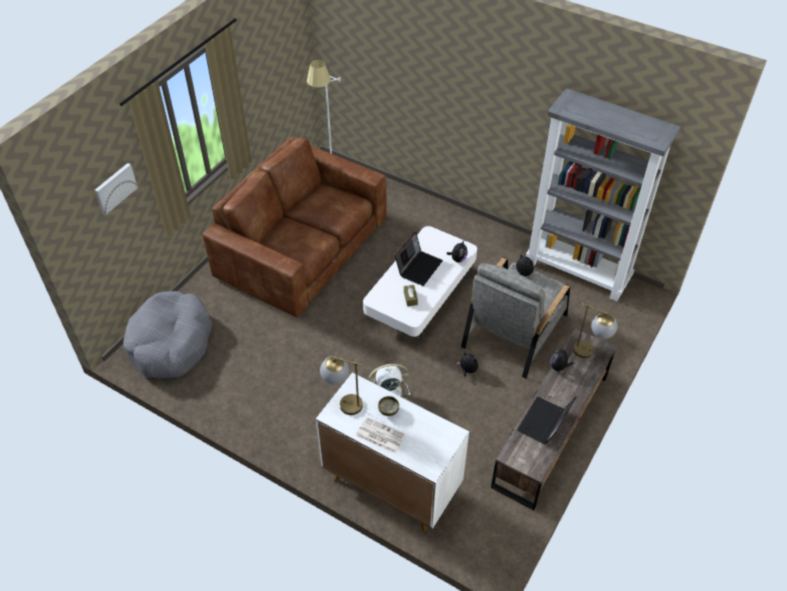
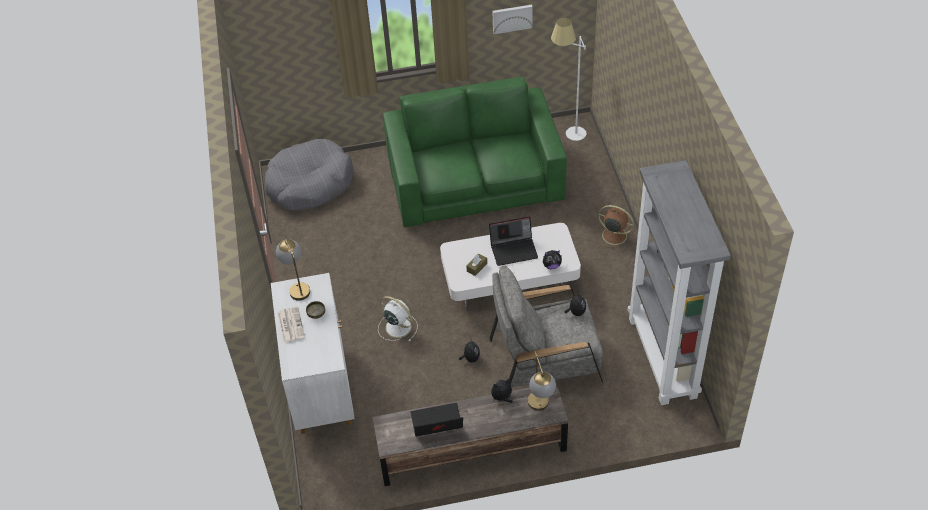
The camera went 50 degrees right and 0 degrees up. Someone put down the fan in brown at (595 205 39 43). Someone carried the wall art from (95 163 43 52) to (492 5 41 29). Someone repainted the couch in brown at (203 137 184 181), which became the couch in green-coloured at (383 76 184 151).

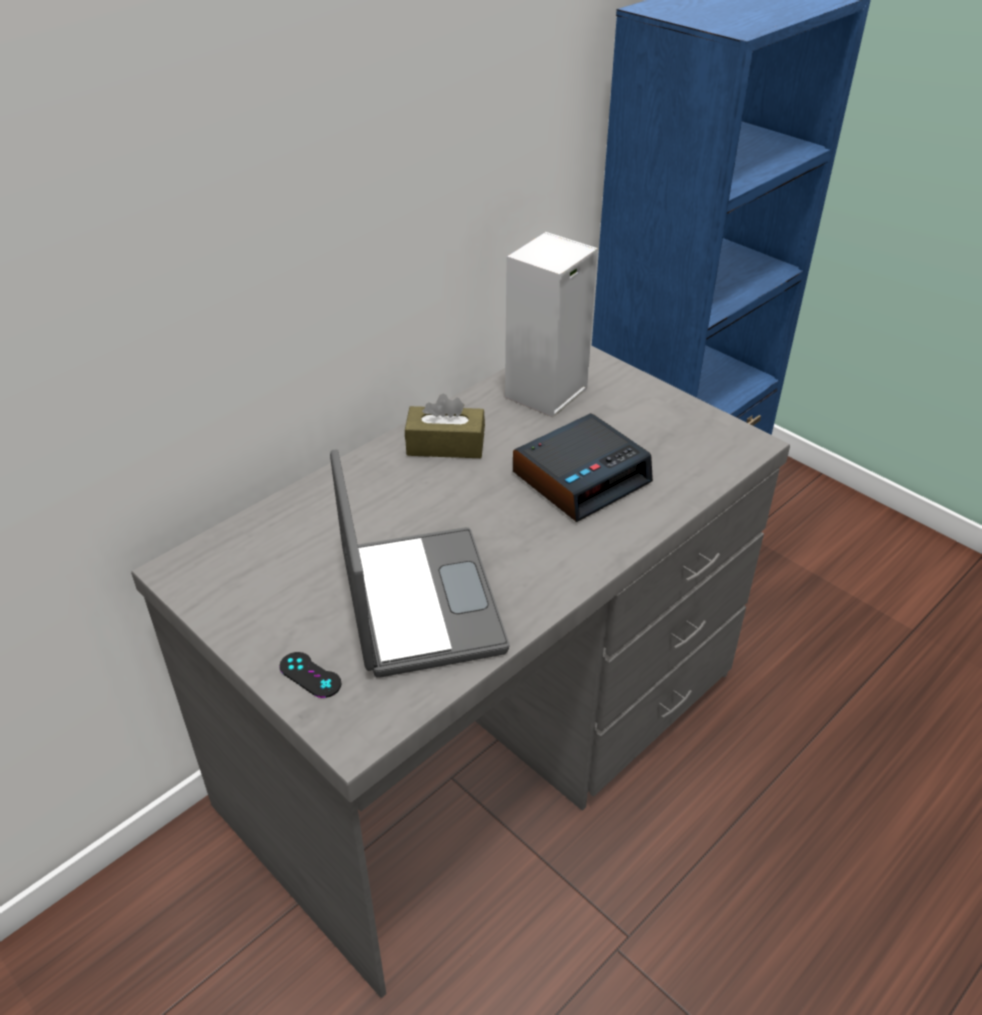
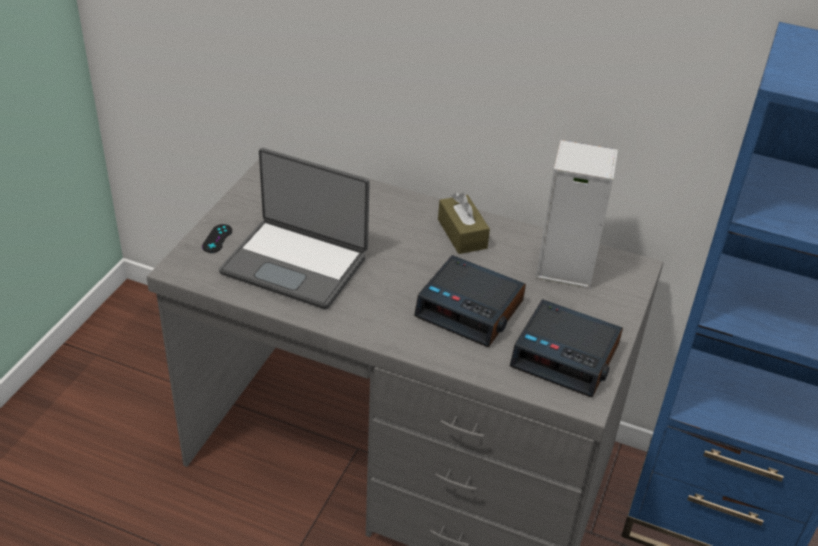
The camera went 65 degrees right and 0 degrees up. Someone put down the table clock at (510 299 113 98). Someone rotated the notebook computer at (330 449 180 229) by 60 degrees clockwise.

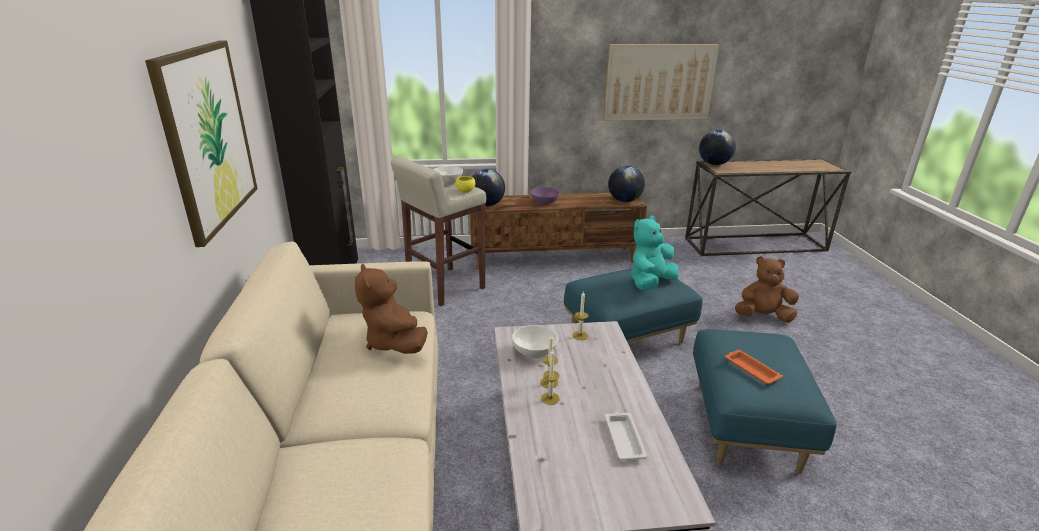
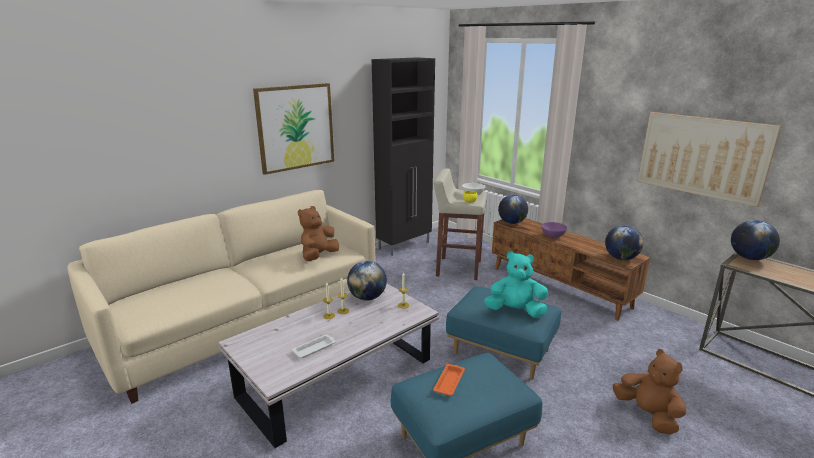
The camera went 55 degrees right and 5 degrees down. Someone swapped the bowl in white-coloured at (512 325 46 33) for the world globe at (347 261 40 39).

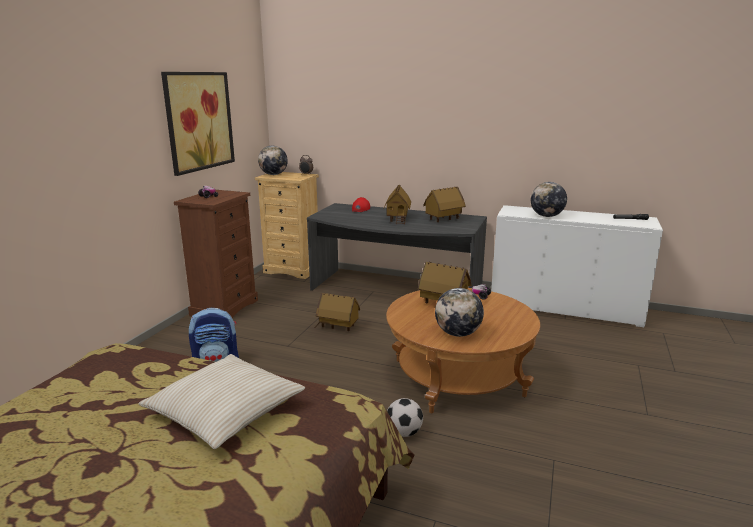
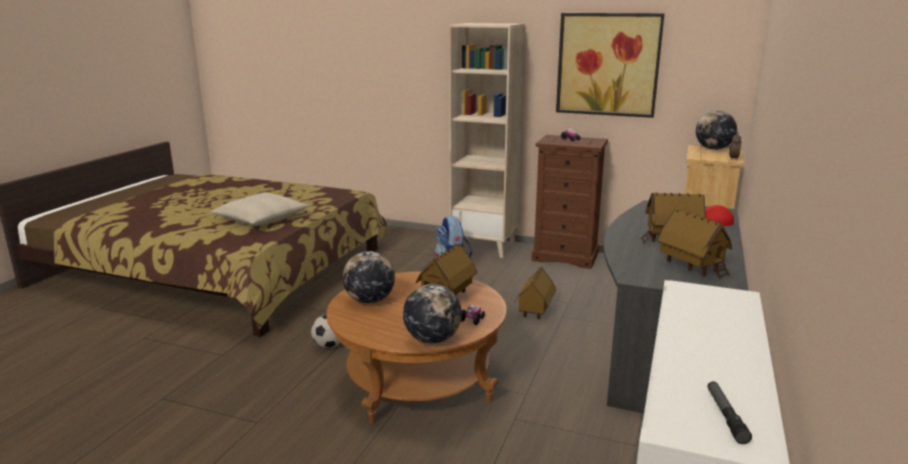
The camera went 90 degrees right and 0 degrees up. Someone put down the bookshelf in beige at (449 23 76 235). Someone carried the world globe from (531 182 36 35) to (403 284 59 60).

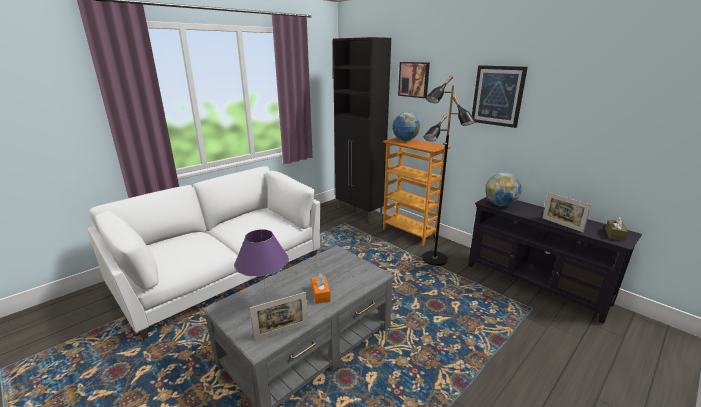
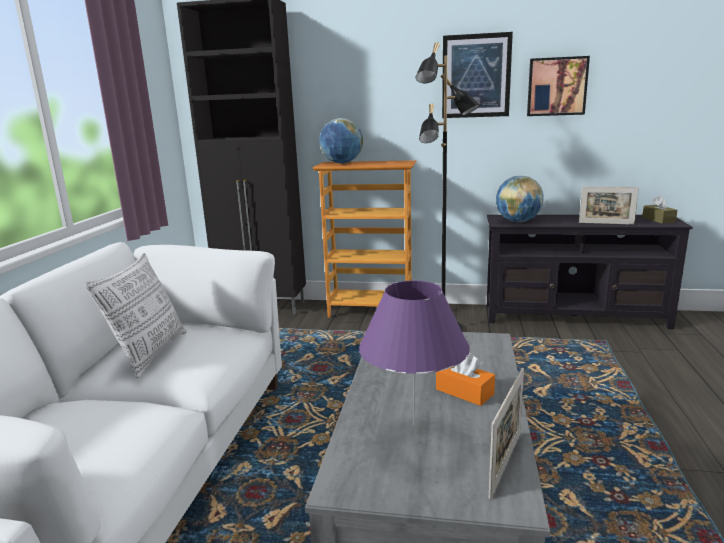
The camera went 35 degrees left and 5 degrees down. Someone put down the cushion at (85 253 101 126). Someone carried the wall art from (398 62 32 36) to (527 56 63 60).

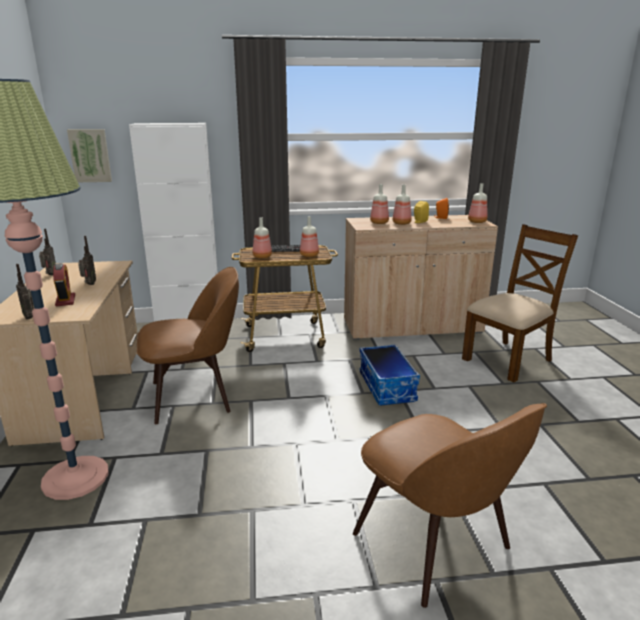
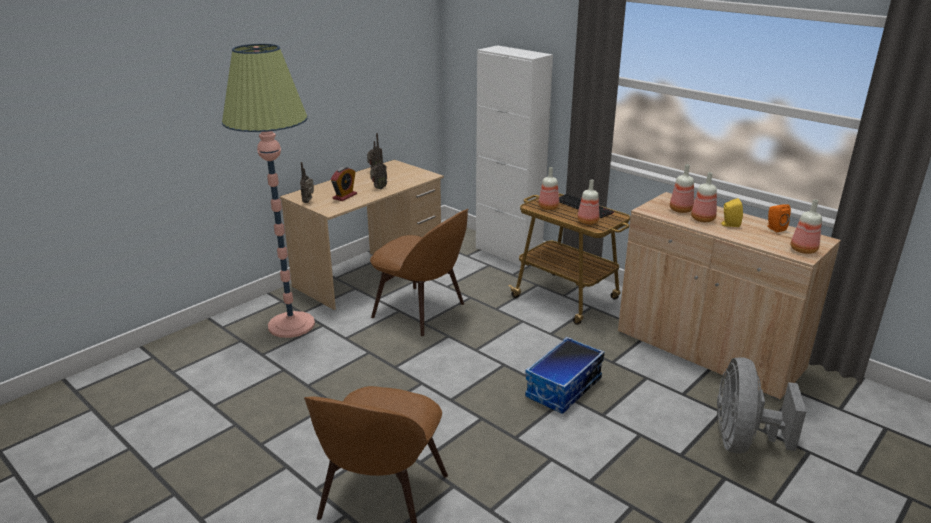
The camera went 50 degrees right and 5 degrees up. Someone took away the wall art at (67 129 45 53). Someone swapped the chair in brown at (462 224 116 158) for the fan in gray at (717 357 89 97).

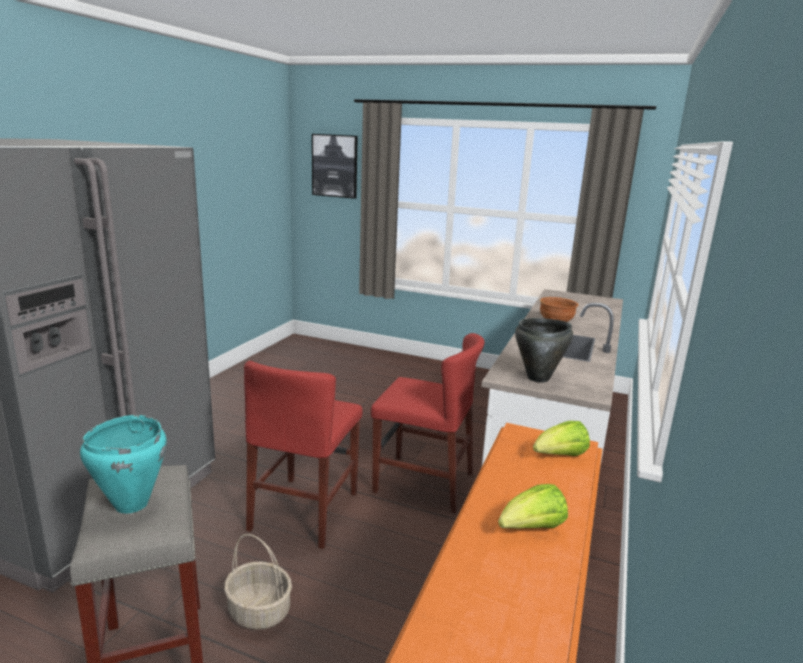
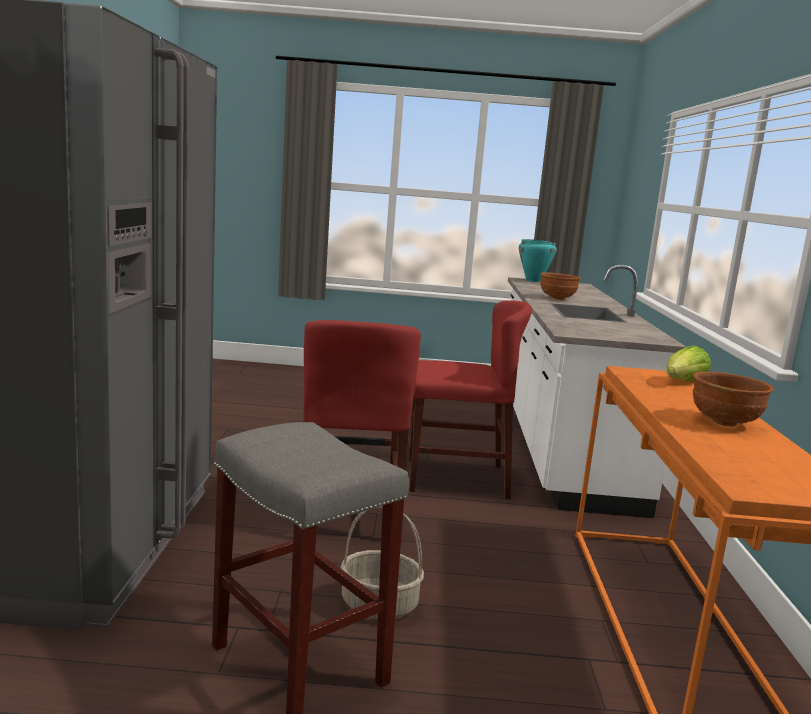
The camera went 20 degrees left and 5 degrees down. Someone took away the wall art at (312 134 46 65). Someone took away the cooking pot in black-coloured at (515 318 58 65). Someone carried the cooking pot in turquoise from (80 415 87 98) to (519 239 38 43). Someone swapped the lettuce at (498 484 70 45) for the bowl in brown at (693 371 81 56).

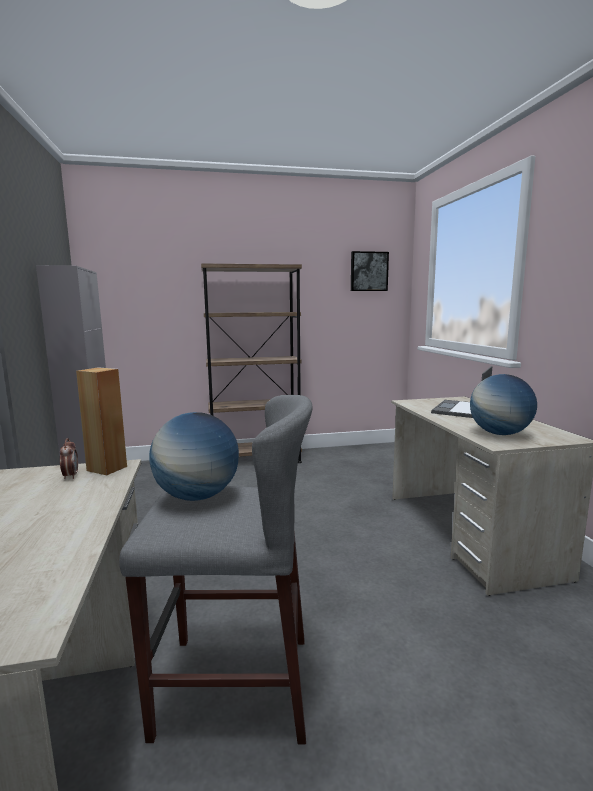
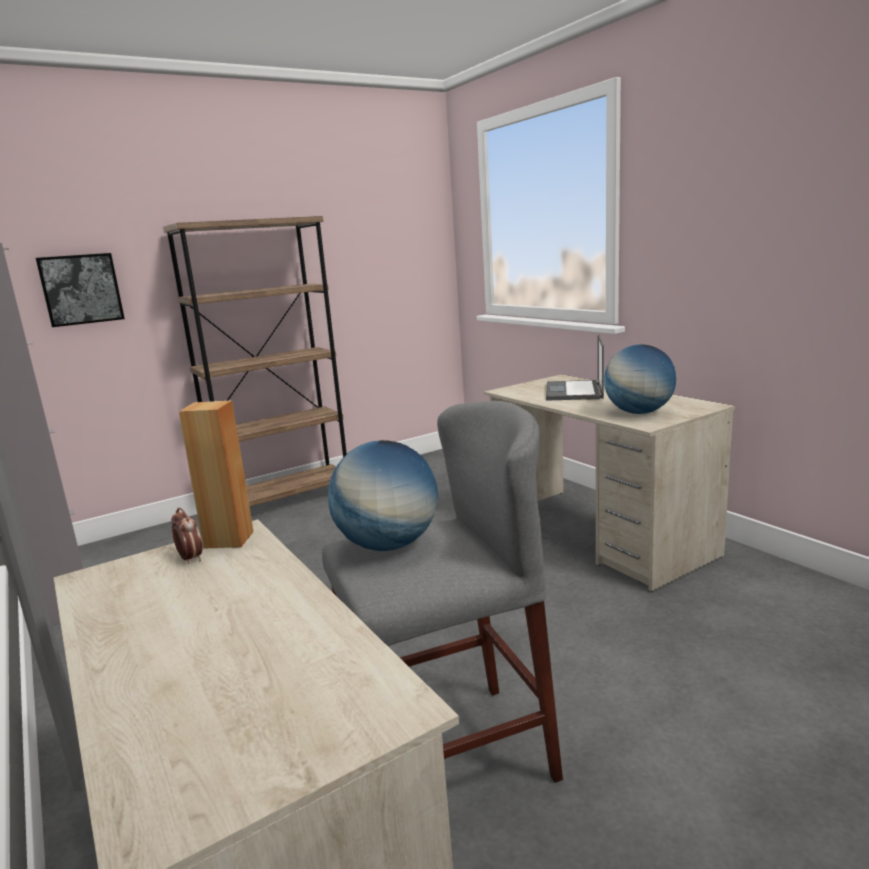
The camera went 20 degrees left and 5 degrees up. Someone carried the wall art from (351 251 38 40) to (35 253 90 74).

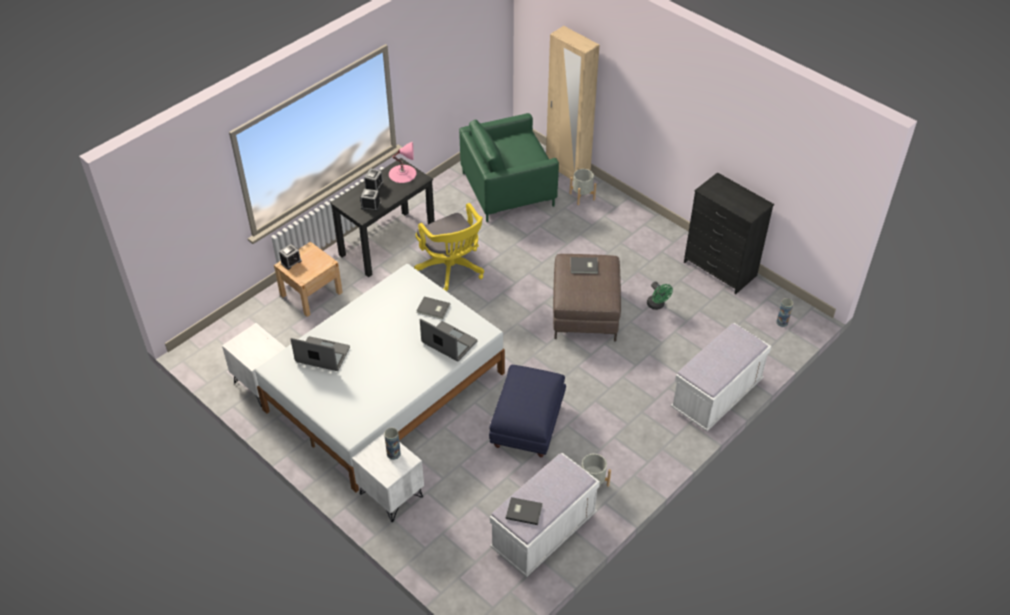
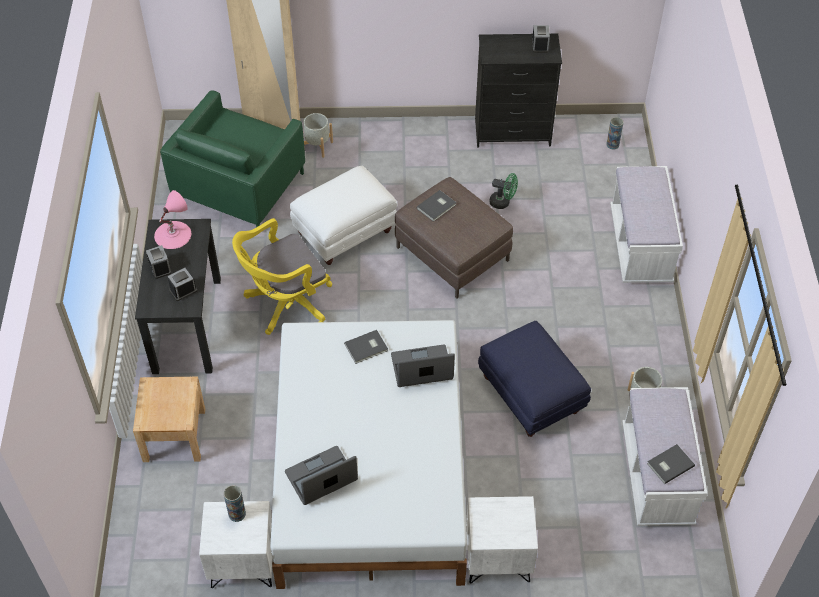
The camera went 45 degrees left and 5 degrees up. Someone put down the pouffe in white-coloured at (290 166 107 99). Someone carried the table clock from (279 244 23 26) to (532 25 18 28). Someone carried the decorative vase from (384 428 17 32) to (224 485 22 37). Someone rotated the computer chair in yellowish at (414 203 70 88) by 135 degrees clockwise.

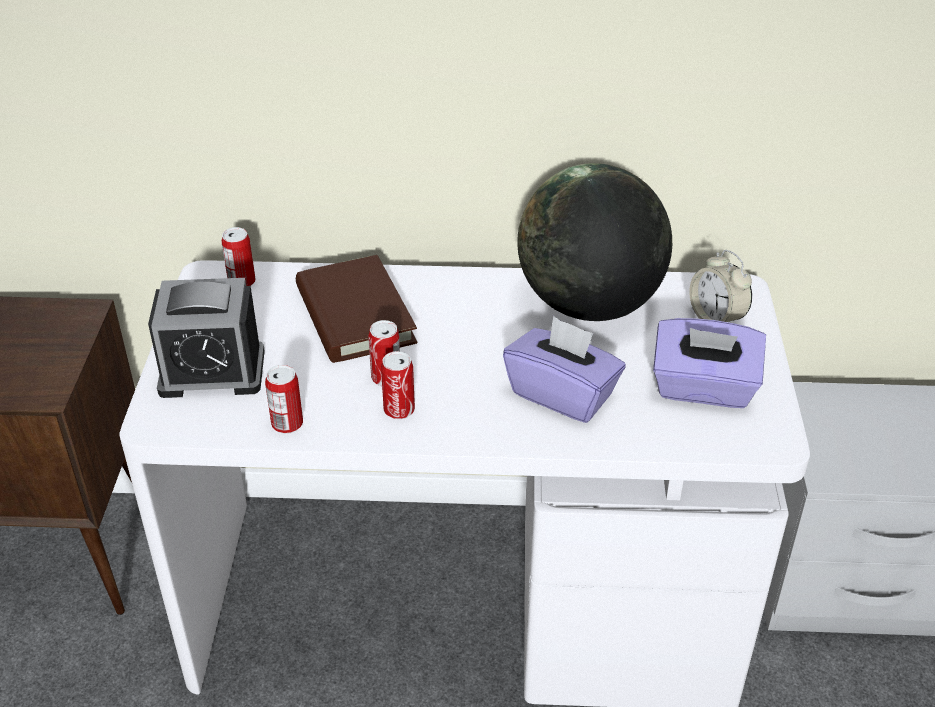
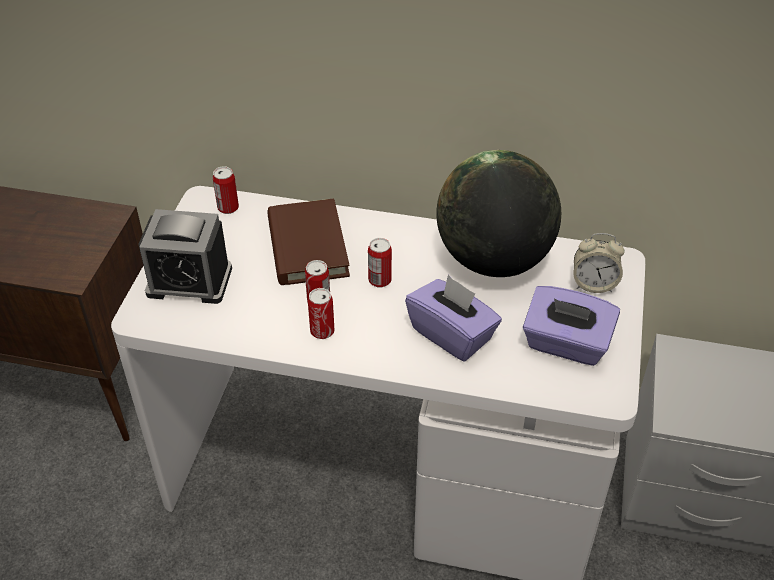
The camera went 10 degrees right and 5 degrees up. Someone carried the can from (265 365 38 69) to (368 238 24 50). Someone rotated the table clock at (689 250 63 72) by 60 degrees counterclockwise.

